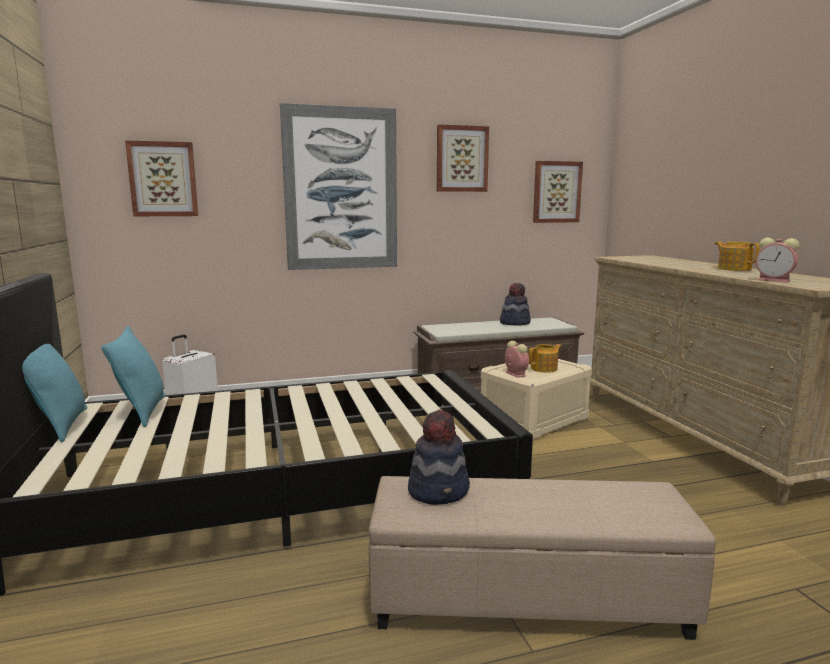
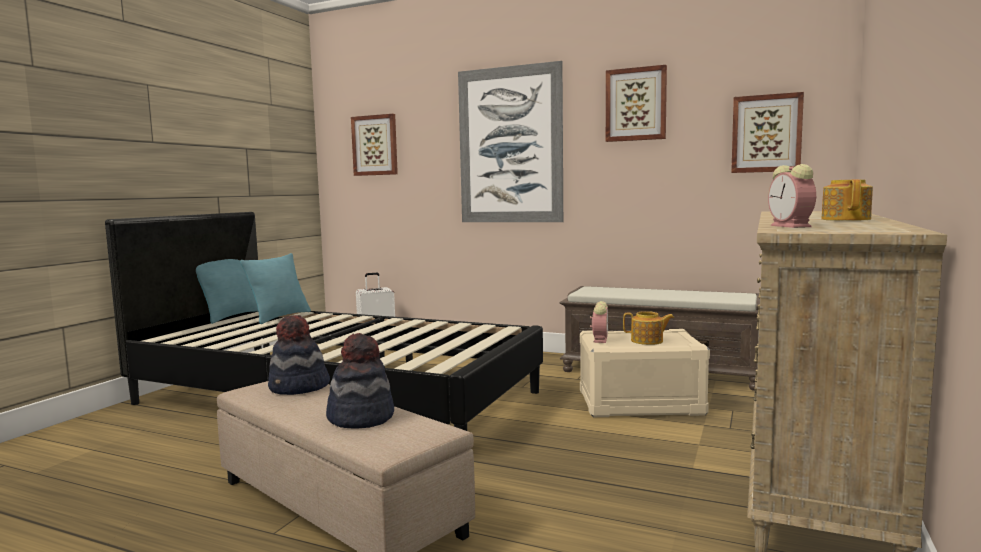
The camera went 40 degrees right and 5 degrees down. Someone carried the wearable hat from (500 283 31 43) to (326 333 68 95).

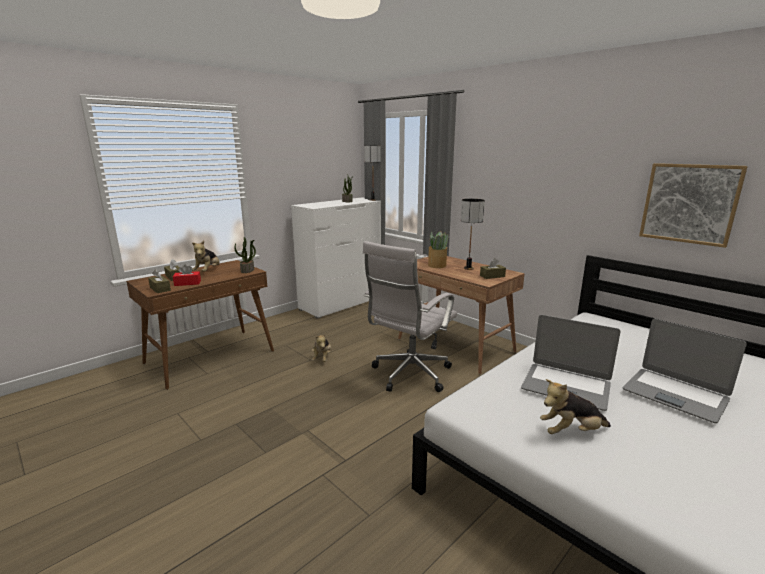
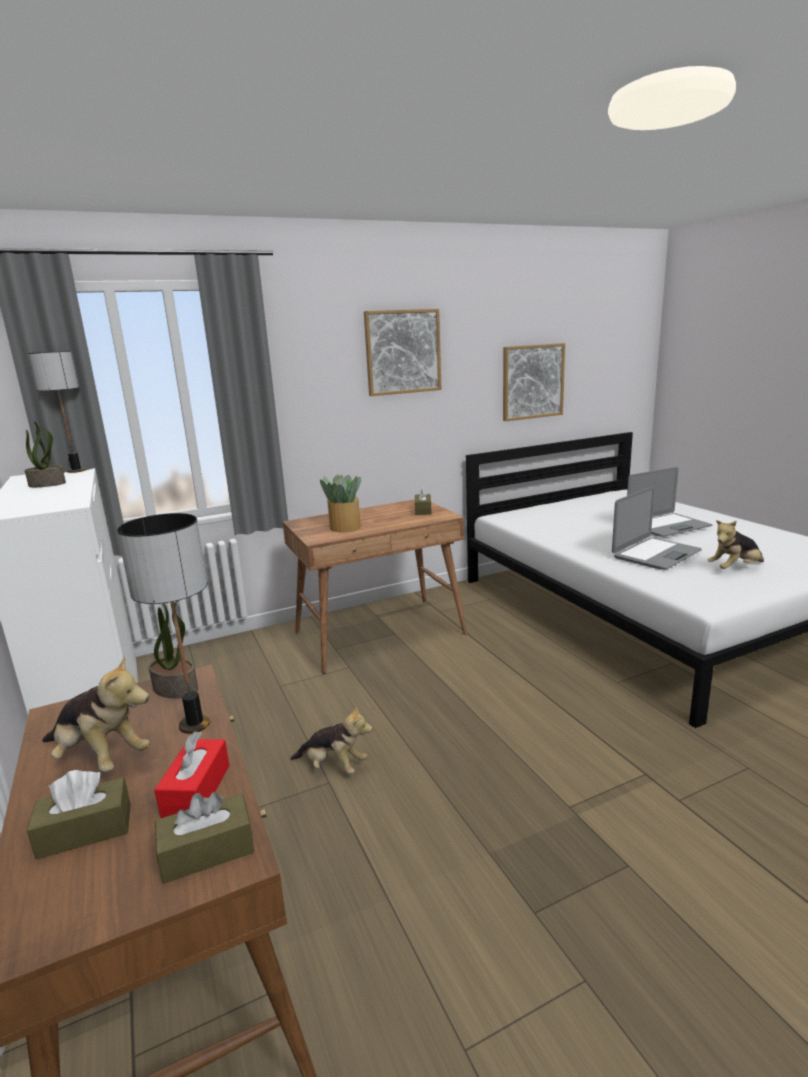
The camera went 70 degrees left and 0 degrees up. Someone took away the computer chair in white-coloured at (363 241 94 151). Someone put up the wall art at (364 309 78 87). Someone carried the lamp for a table from (461 199 24 71) to (117 513 94 221). Someone rotated the soft toy at (540 379 71 55) by 60 degrees clockwise.

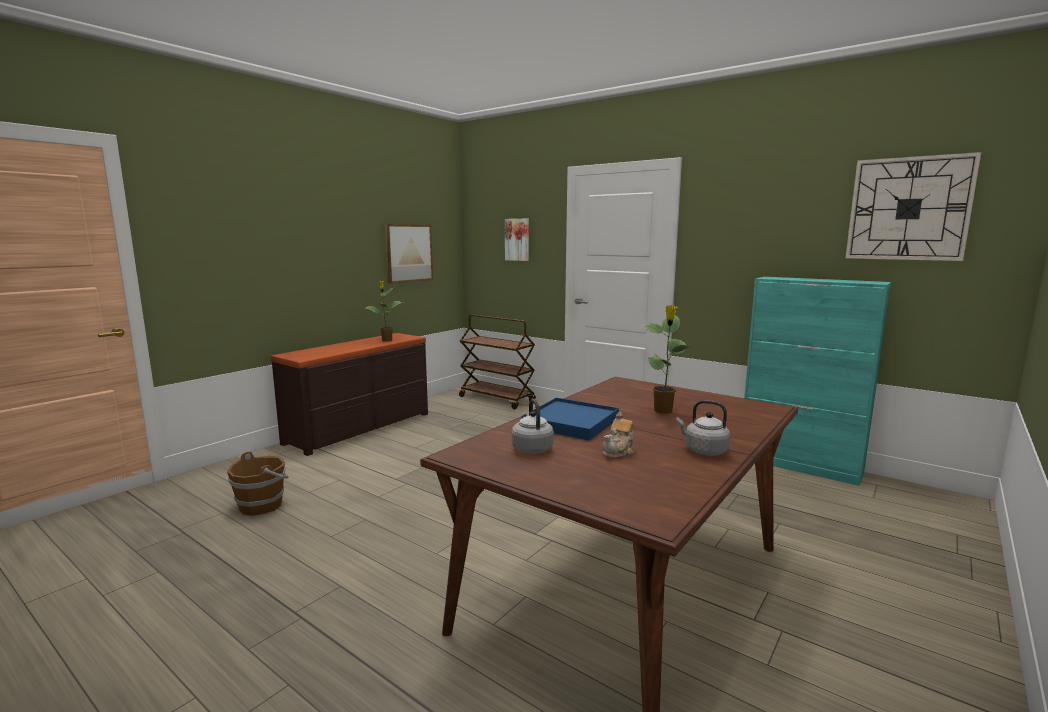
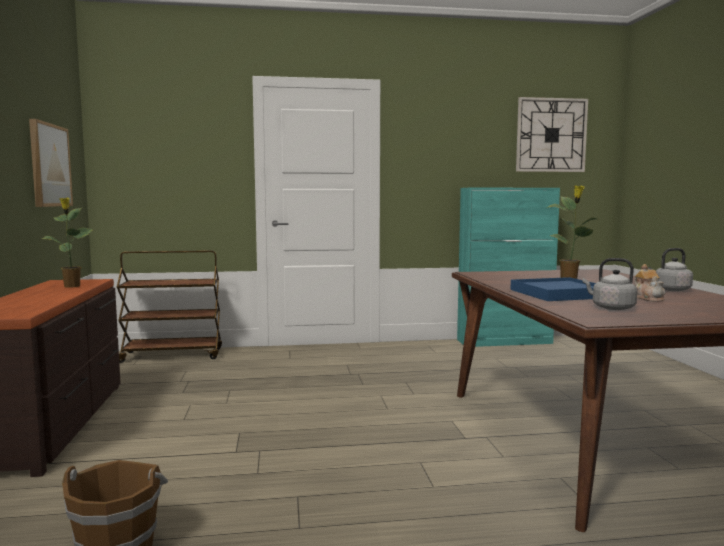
The camera went 45 degrees left and 5 degrees down. Someone took away the wall art at (505 219 24 42).

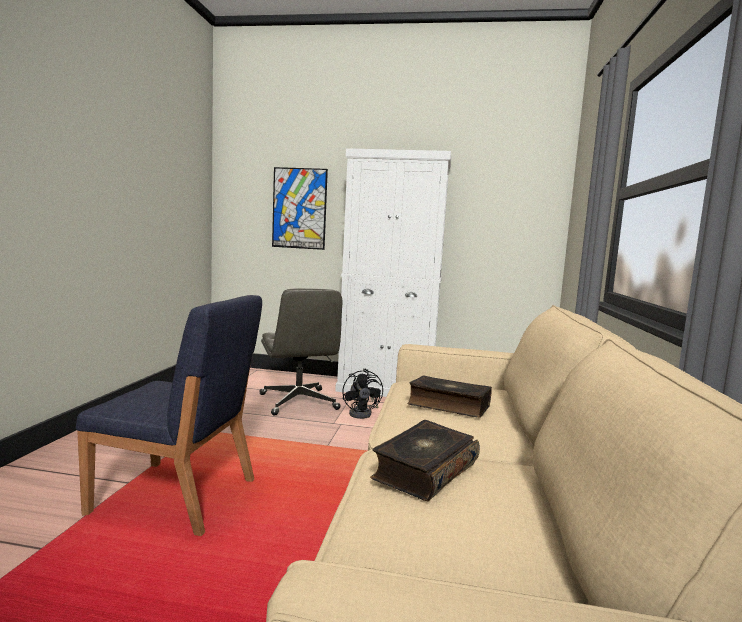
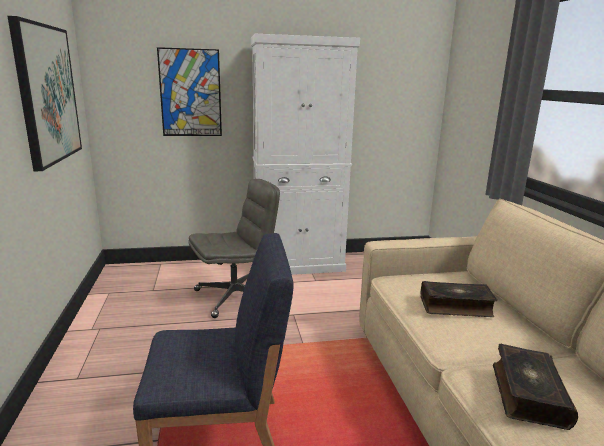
The camera went 20 degrees left and 10 degrees up. Someone took away the fan in black-coloured at (342 369 41 50). Someone put up the wall art at (7 16 75 155). Someone rotated the computer chair in gray at (260 288 82 128) by 75 degrees counterclockwise.

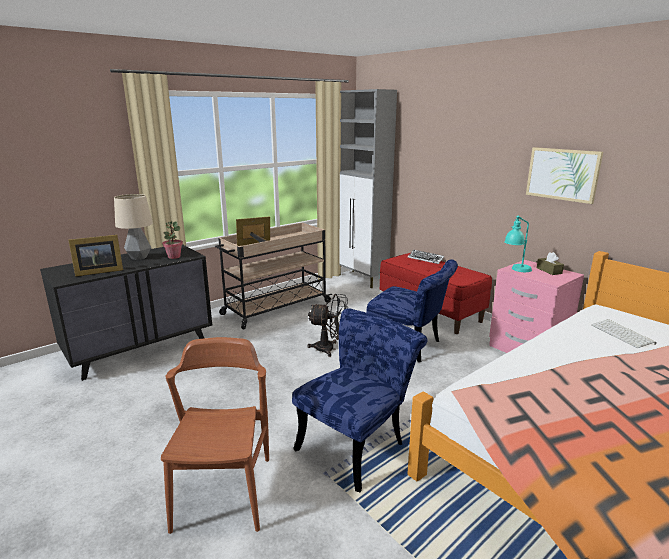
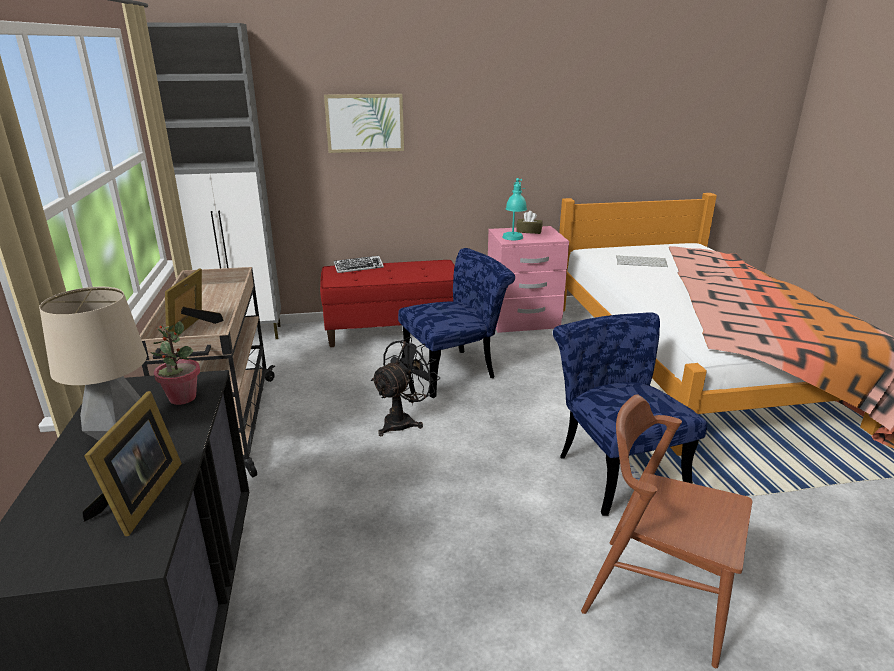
The camera went 60 degrees left and 5 degrees up. Someone carried the wall art from (526 147 77 57) to (324 94 80 59).

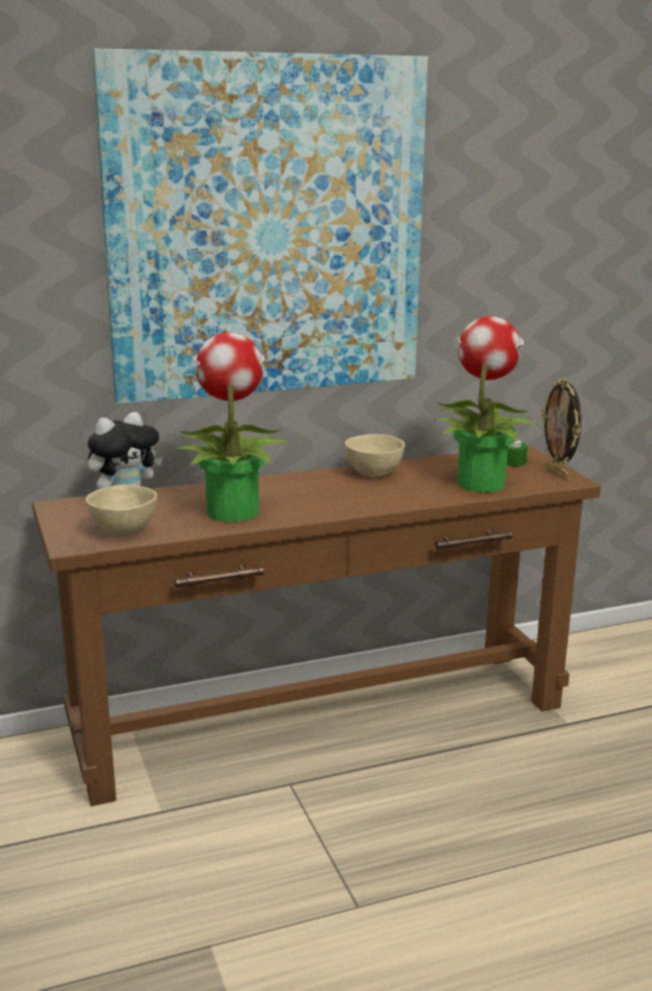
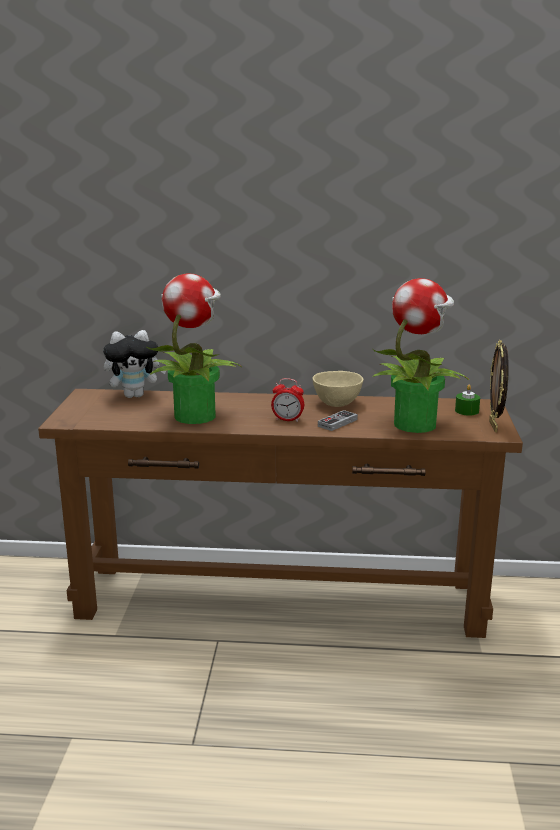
The camera went 25 degrees right and 0 degrees up. Someone took away the bowl in beige at (86 485 71 50). Someone took away the wall art at (92 48 336 356). Someone put down the table clock at (271 378 33 44). Someone put down the game controller at (318 410 40 21).

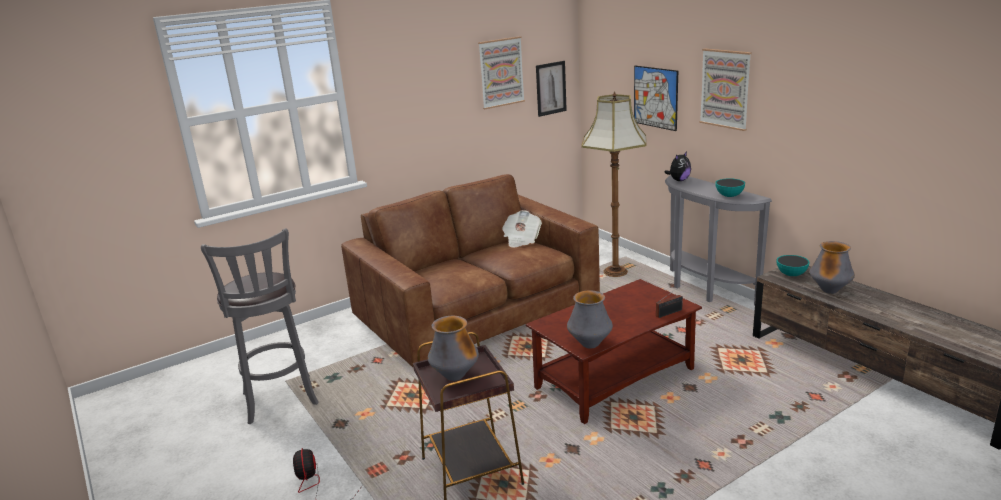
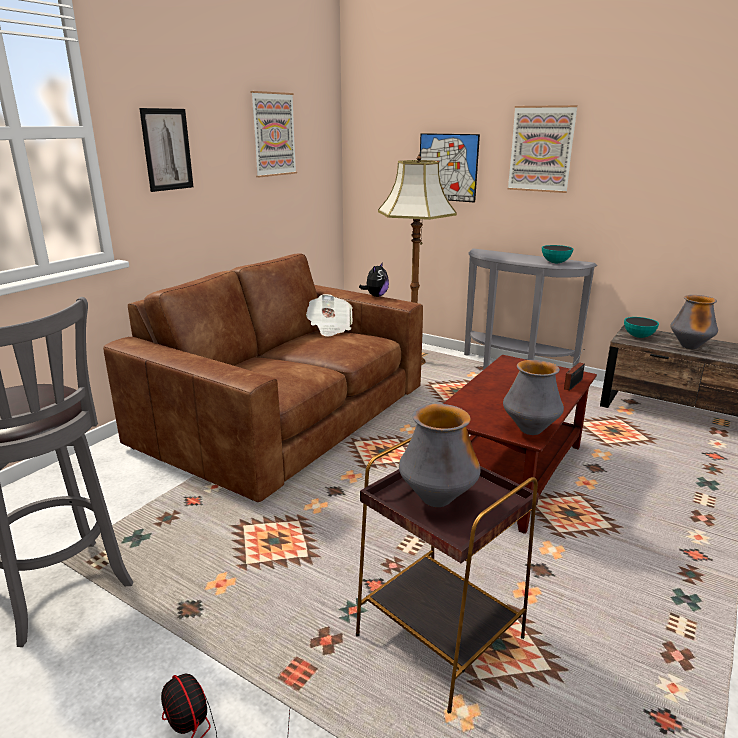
The camera went 25 degrees left and 0 degrees up. Someone carried the wall art from (536 61 31 56) to (139 108 55 84). Someone carried the soft toy from (664 151 27 30) to (359 262 30 35).

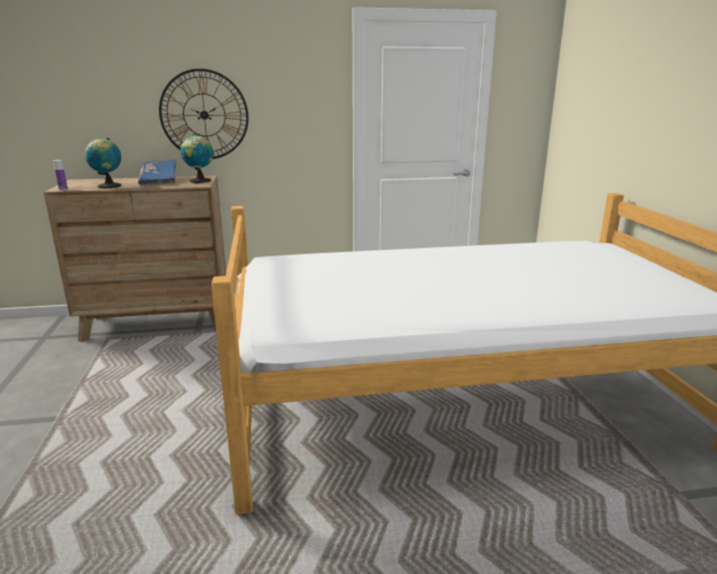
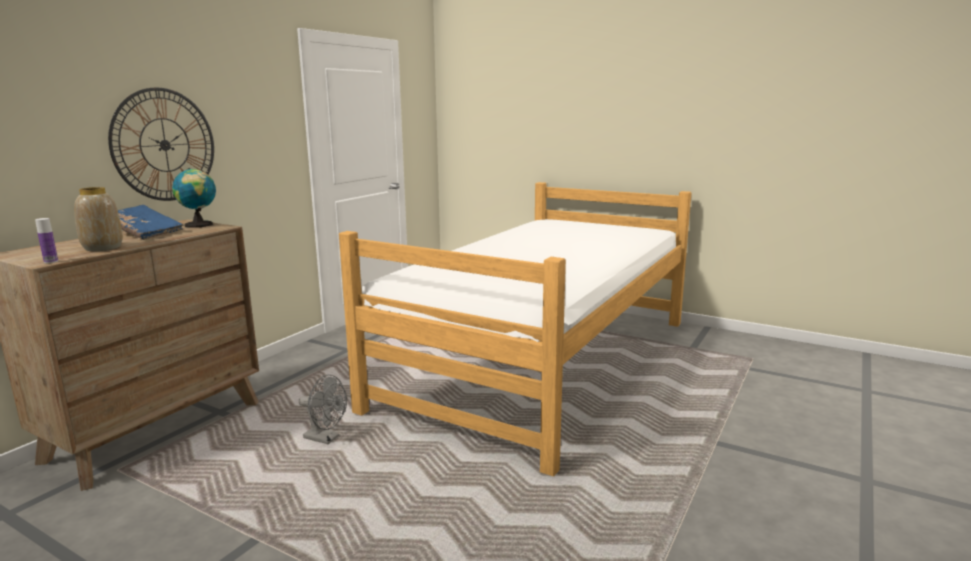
The camera went 50 degrees left and 5 degrees down. Someone put down the fan in gray at (299 375 48 69). Someone swapped the world globe at (85 138 36 50) for the decorative vase at (74 187 49 64).

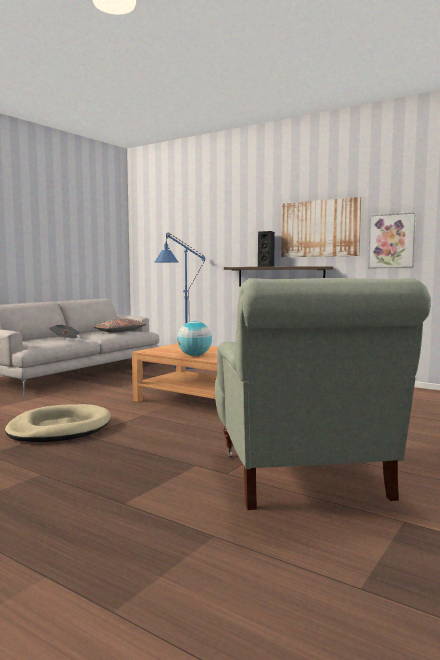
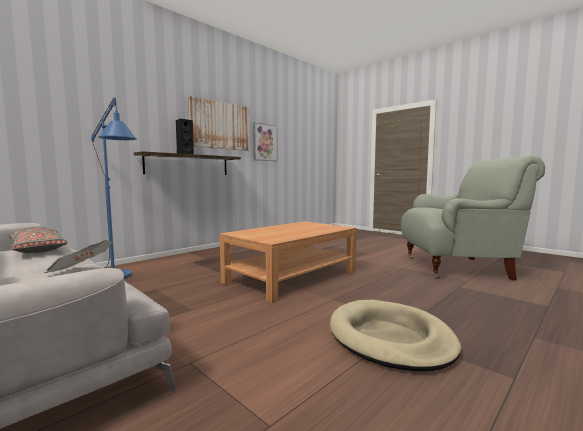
The camera went 80 degrees left and 0 degrees up. Someone took away the world globe at (177 321 35 35).

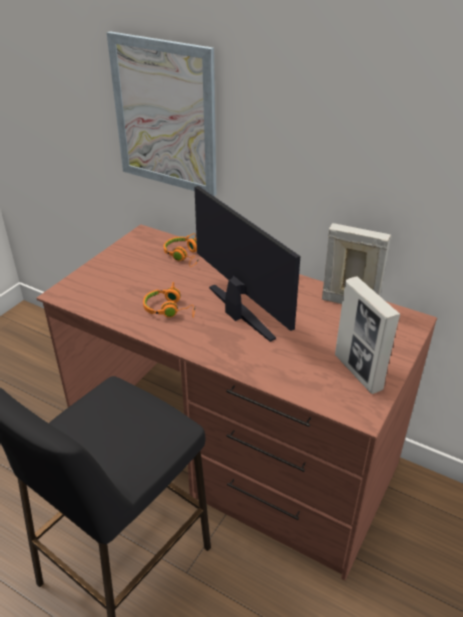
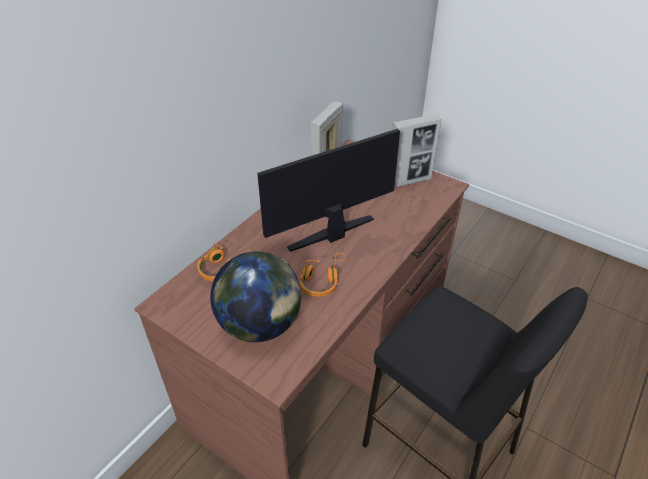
The camera went 85 degrees left and 5 degrees up. Someone took away the wall art at (107 31 109 165). Someone put down the world globe at (210 251 91 91).

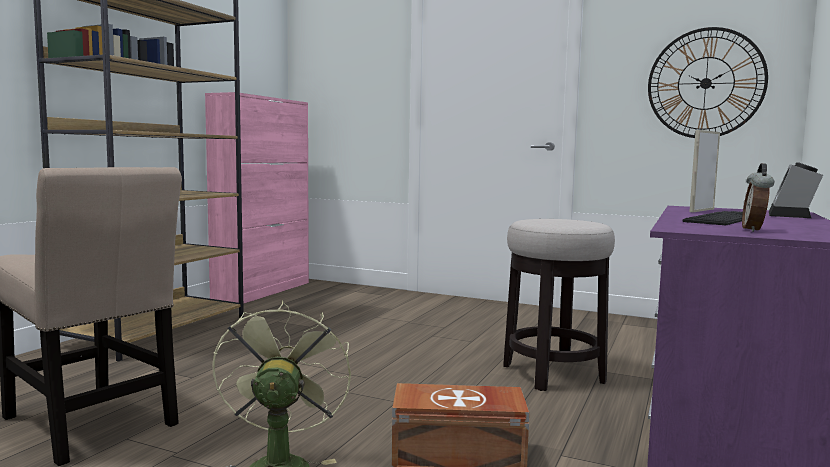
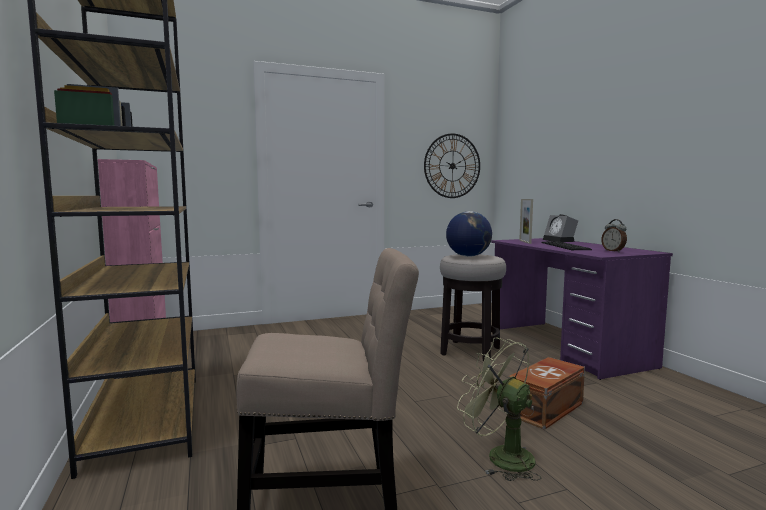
The camera went 45 degrees left and 0 degrees up. Someone put down the world globe at (446 211 46 46).

